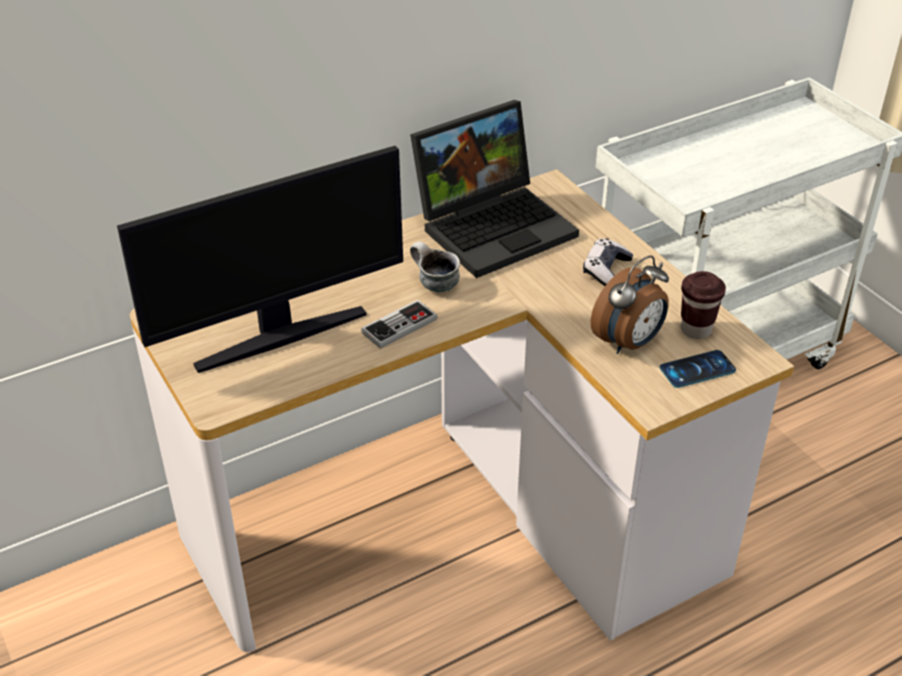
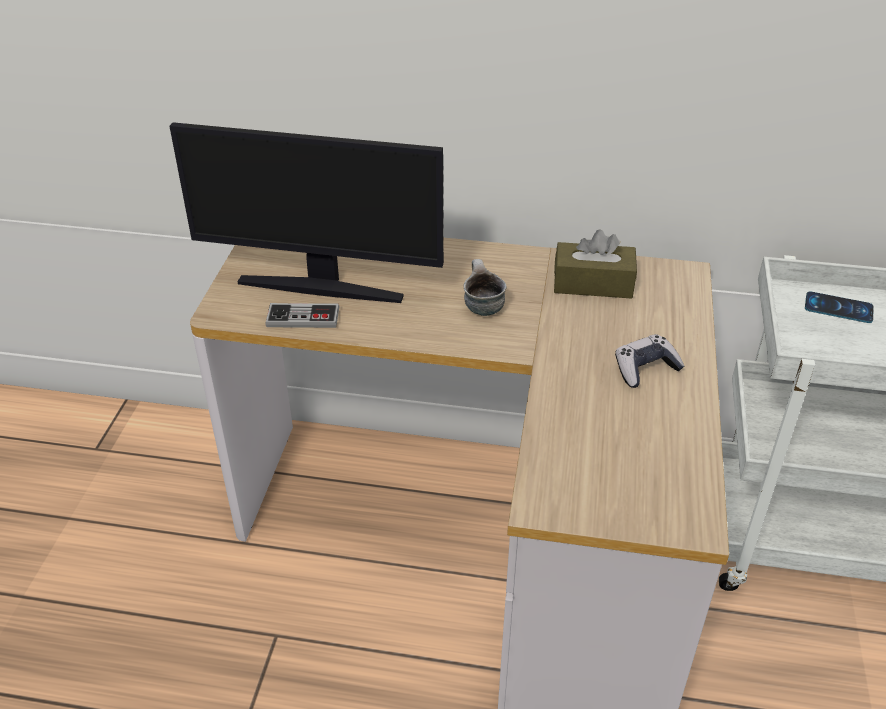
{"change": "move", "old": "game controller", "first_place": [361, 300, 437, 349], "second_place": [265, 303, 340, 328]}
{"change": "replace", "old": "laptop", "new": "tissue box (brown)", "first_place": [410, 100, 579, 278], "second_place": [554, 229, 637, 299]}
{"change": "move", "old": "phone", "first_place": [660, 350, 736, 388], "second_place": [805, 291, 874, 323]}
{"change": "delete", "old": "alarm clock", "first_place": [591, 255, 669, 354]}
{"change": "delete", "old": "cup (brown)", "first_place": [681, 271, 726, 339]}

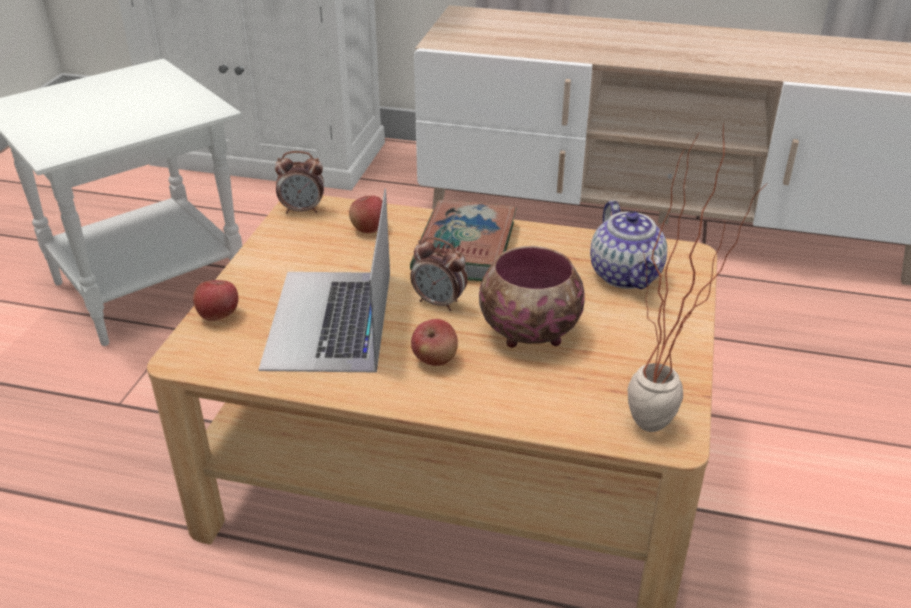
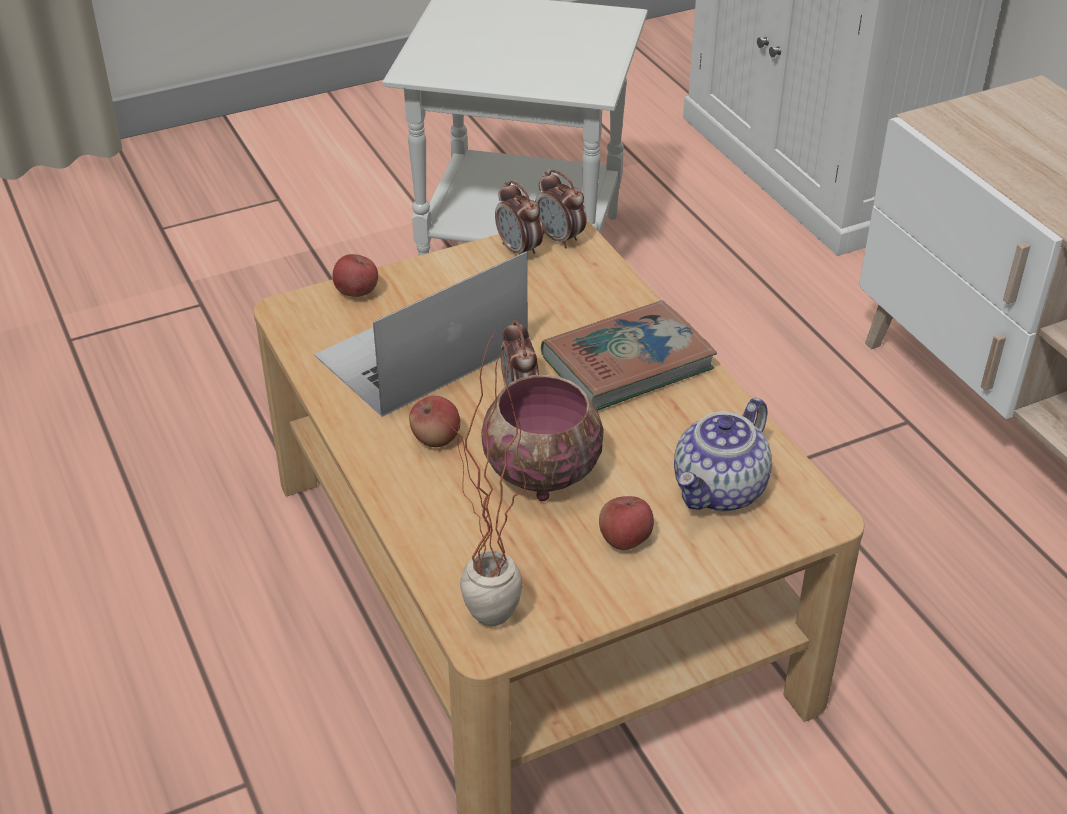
{"change": "insert", "new": "alarm clock", "second_place": [495, 180, 543, 254]}
{"change": "move", "old": "apple", "first_place": [349, 196, 382, 233], "second_place": [599, 496, 654, 550]}

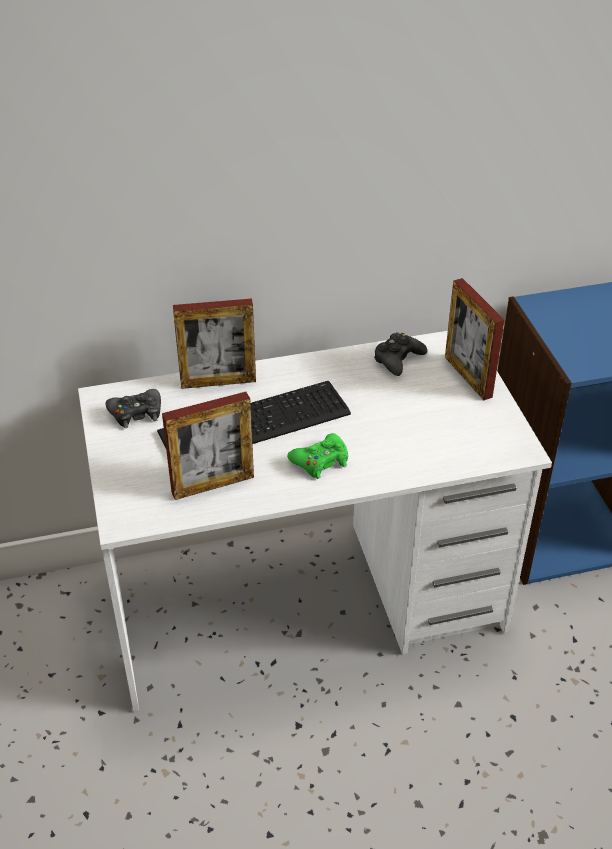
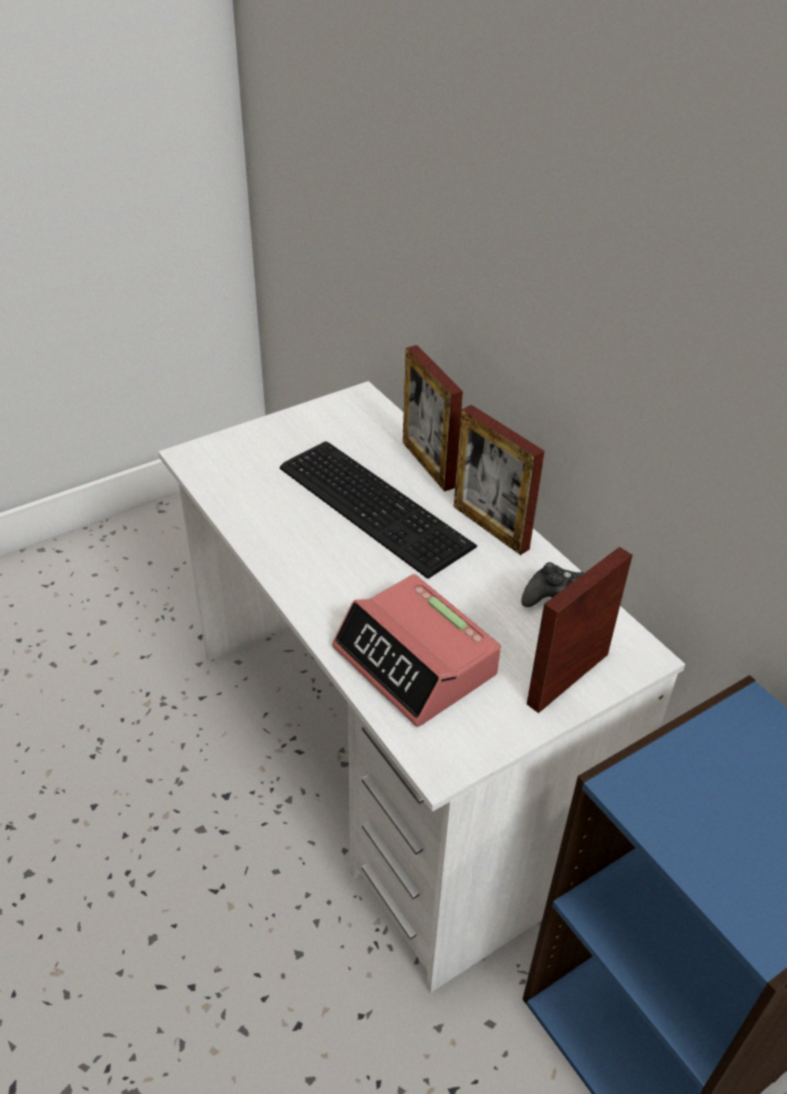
{"change": "insert", "new": "alarm clock", "second_place": [332, 574, 501, 727]}
{"change": "move", "old": "picture frame", "first_place": [162, 392, 254, 500], "second_place": [454, 405, 545, 555]}
{"change": "delete", "old": "game controller (black)", "first_place": [106, 389, 161, 428]}
{"change": "delete", "old": "game controller (green)", "first_place": [287, 433, 348, 479]}

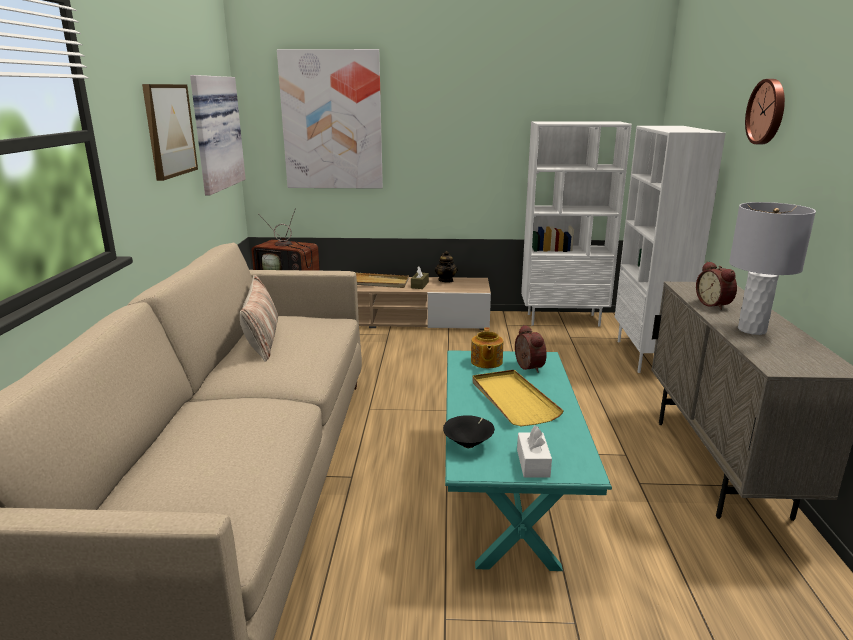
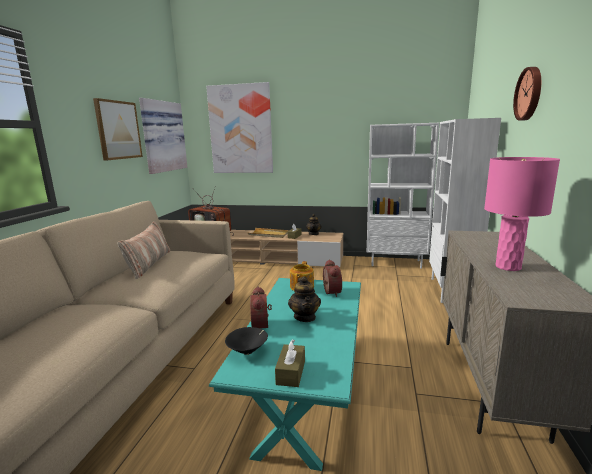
{"change": "move", "old": "alarm clock", "first_place": [696, 261, 737, 310], "second_place": [250, 286, 272, 329]}
{"change": "recolor", "old": "tissue box (white)", "new": "tissue box (brown)", "first_place": [517, 426, 552, 478], "second_place": [275, 339, 305, 387]}
{"change": "replace", "old": "tray (yellow)", "new": "teapot", "first_place": [472, 370, 564, 426], "second_place": [288, 276, 321, 322]}
{"change": "recolor", "old": "table lamp (grey)", "new": "table lamp (pink)", "first_place": [729, 202, 816, 335], "second_place": [484, 157, 560, 271]}

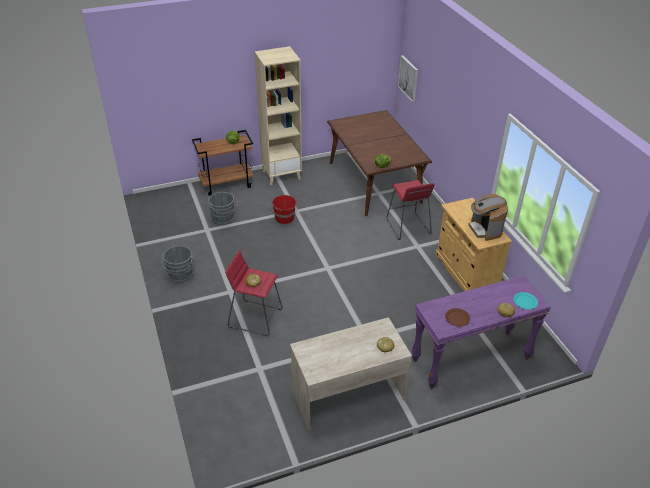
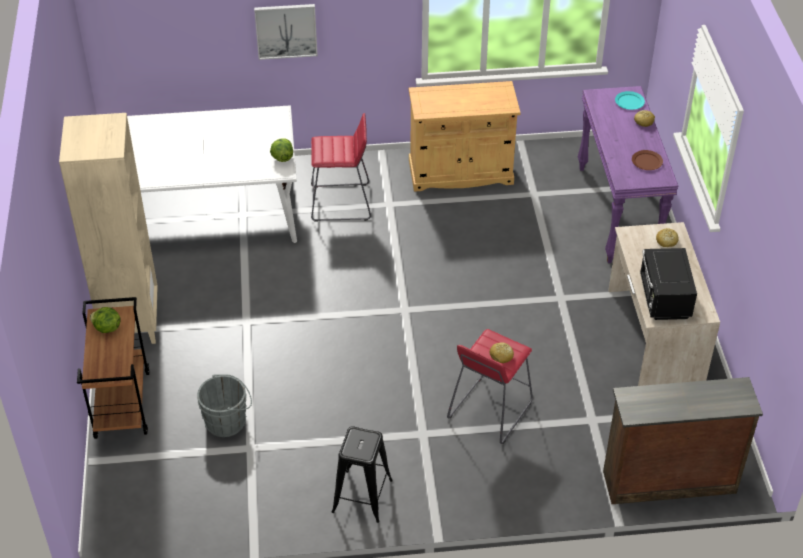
{"change": "recolor", "old": "dining table (brown)", "new": "dining table (white)", "first_place": [327, 110, 432, 216], "second_place": [127, 105, 297, 243]}
{"change": "move", "old": "picture", "first_place": [398, 55, 418, 102], "second_place": [254, 4, 318, 60]}
{"change": "replace", "old": "bucket (grey)", "new": "stool (black)", "first_place": [161, 246, 193, 282], "second_place": [332, 426, 393, 523]}
{"change": "insert", "new": "dresser (brown)", "second_place": [603, 377, 763, 504]}
{"change": "insert", "new": "microwave (black)", "second_place": [640, 248, 697, 320]}
{"change": "delete", "old": "bucket (red)", "first_place": [272, 195, 297, 224]}
{"change": "delete", "old": "coffee machine", "first_place": [468, 194, 508, 241]}

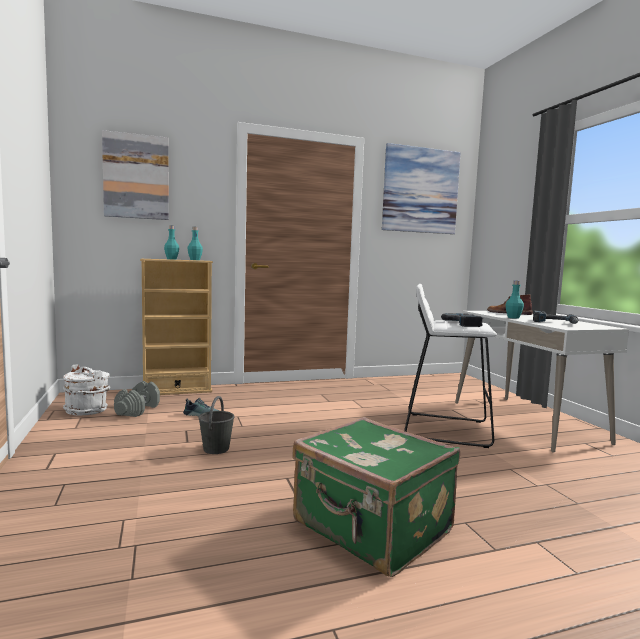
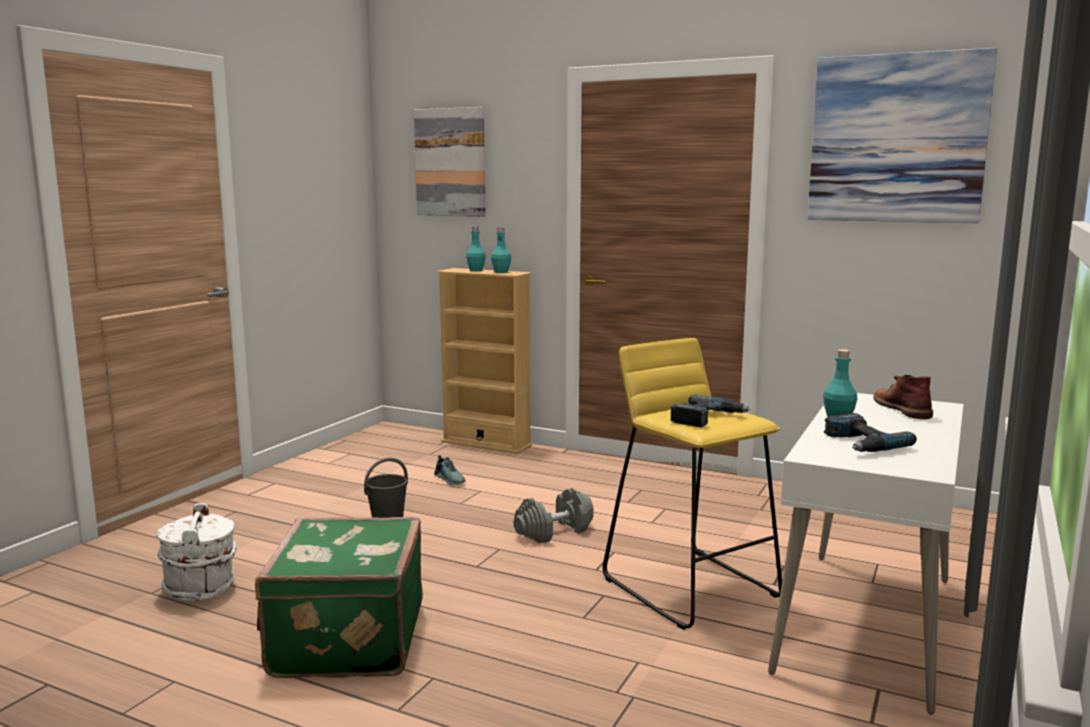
{"change": "move", "old": "bucket (white)", "first_place": [63, 364, 110, 415], "second_place": [156, 503, 237, 602]}
{"change": "move", "old": "dumbbell (grey)", "first_place": [114, 381, 160, 417], "second_place": [514, 488, 594, 543]}
{"change": "recolor", "old": "stool (white)", "new": "stool (yellow)", "first_place": [404, 284, 497, 448], "second_place": [603, 338, 782, 630]}

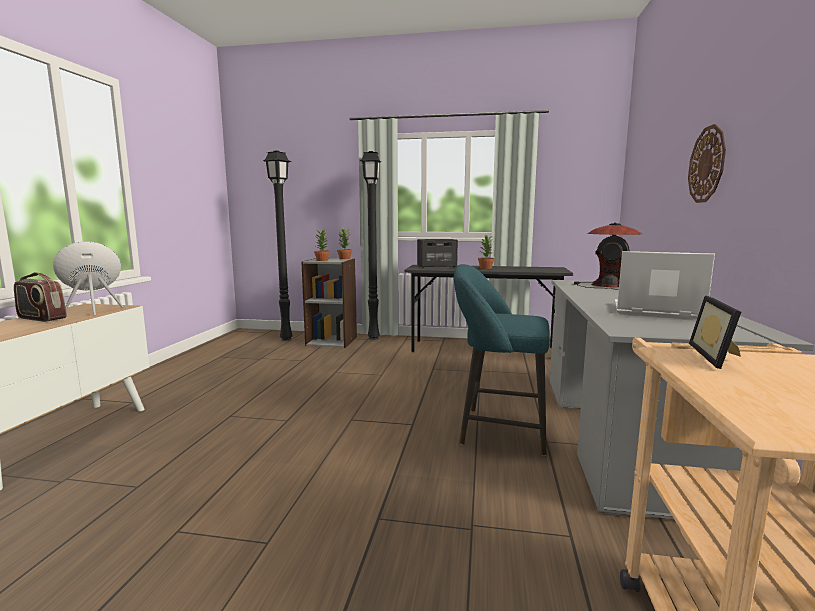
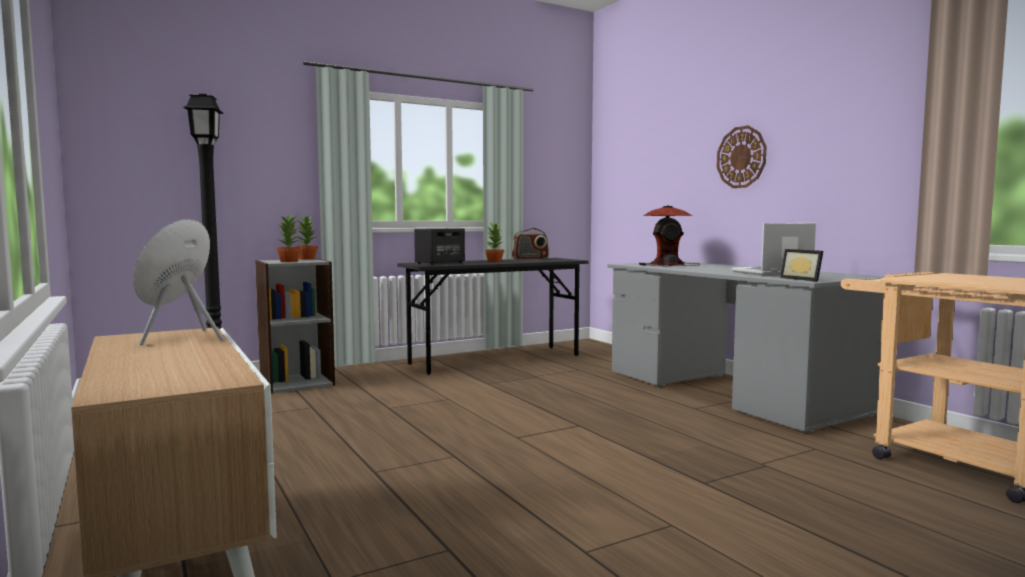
{"change": "move", "old": "radio", "first_place": [14, 272, 67, 322], "second_place": [512, 228, 549, 260]}
{"change": "move", "old": "picture frame", "first_place": [689, 296, 741, 369], "second_place": [780, 249, 823, 282]}
{"change": "delete", "old": "floor lamp (black)", "first_place": [360, 151, 381, 340]}
{"change": "delete", "old": "stool (turquoise)", "first_place": [454, 264, 550, 456]}

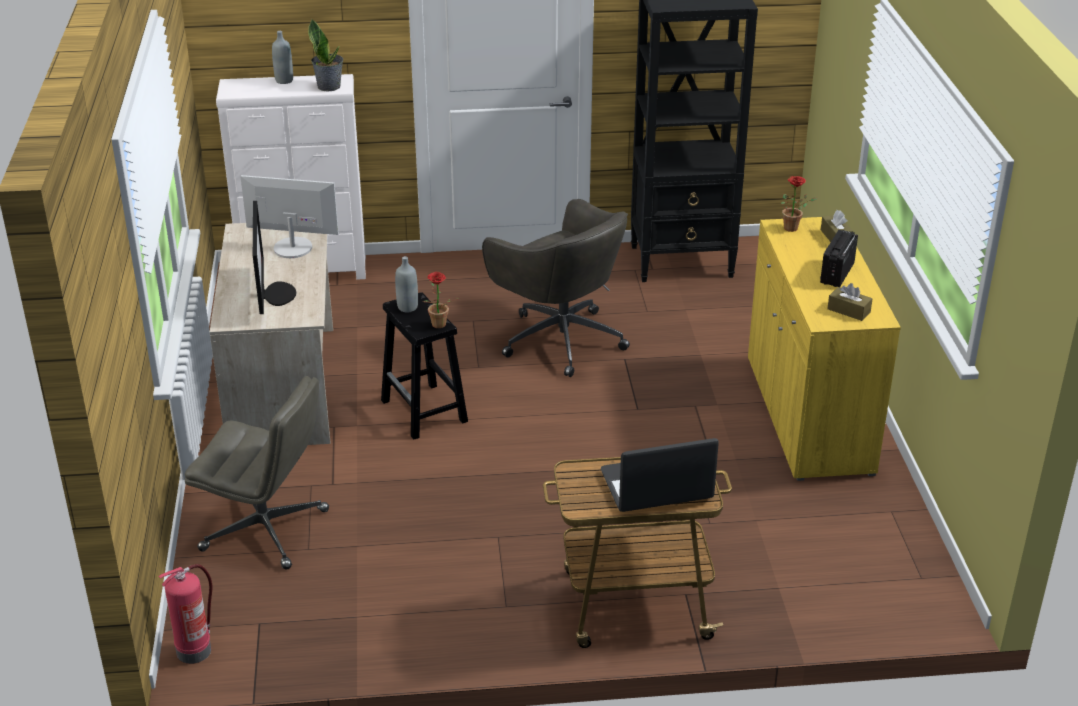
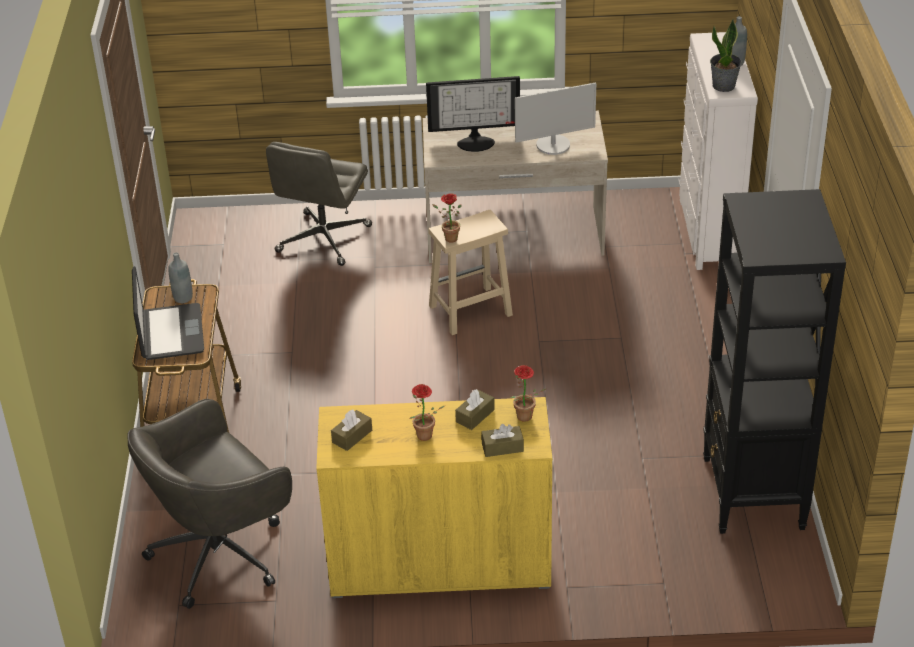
{"change": "move", "old": "office chair (grey)", "first_place": [482, 199, 630, 377], "second_place": [127, 399, 292, 609]}
{"change": "move", "old": "bottle (grey)", "first_place": [395, 256, 418, 312], "second_place": [168, 252, 193, 303]}
{"change": "replace", "old": "radio", "new": "potted plant", "first_place": [820, 230, 858, 287], "second_place": [409, 384, 446, 441]}
{"change": "recolor", "old": "stool (black)", "new": "stool (beige)", "first_place": [381, 292, 468, 440], "second_place": [428, 210, 513, 335]}
{"change": "insert", "new": "tissue box (brown)", "second_place": [455, 389, 495, 430]}
{"change": "rotate", "old": "monitor", "first_place": [240, 175, 339, 258], "second_place": [515, 82, 596, 155], "degrees": 60}
{"change": "delete", "old": "fire extinguisher", "first_place": [158, 564, 212, 664]}

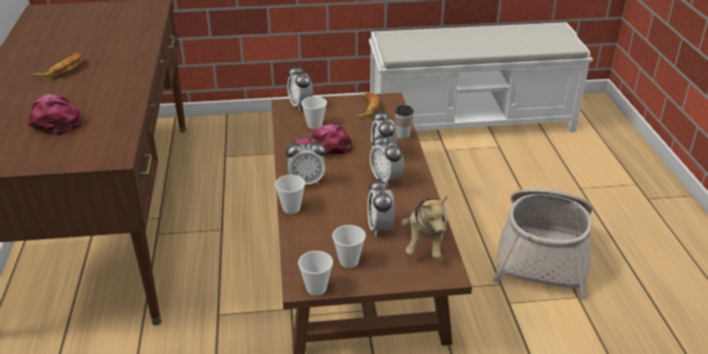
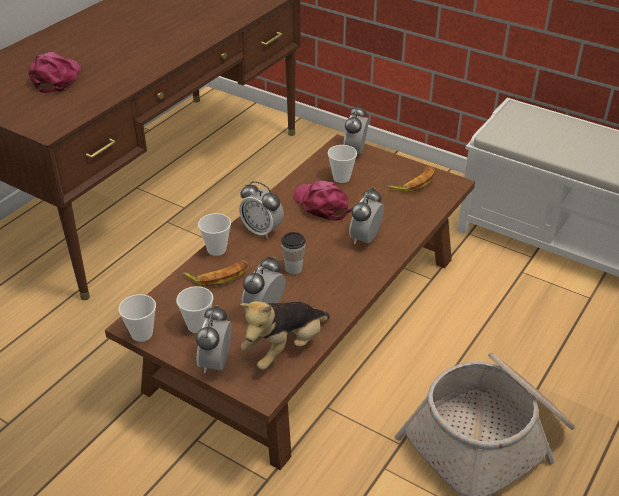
{"change": "move", "old": "banana", "first_place": [32, 53, 82, 77], "second_place": [183, 260, 248, 286]}
{"change": "move", "old": "alarm clock", "first_place": [370, 133, 405, 187], "second_place": [196, 305, 232, 373]}
{"change": "move", "old": "cup", "first_place": [395, 105, 414, 139], "second_place": [281, 232, 306, 275]}

